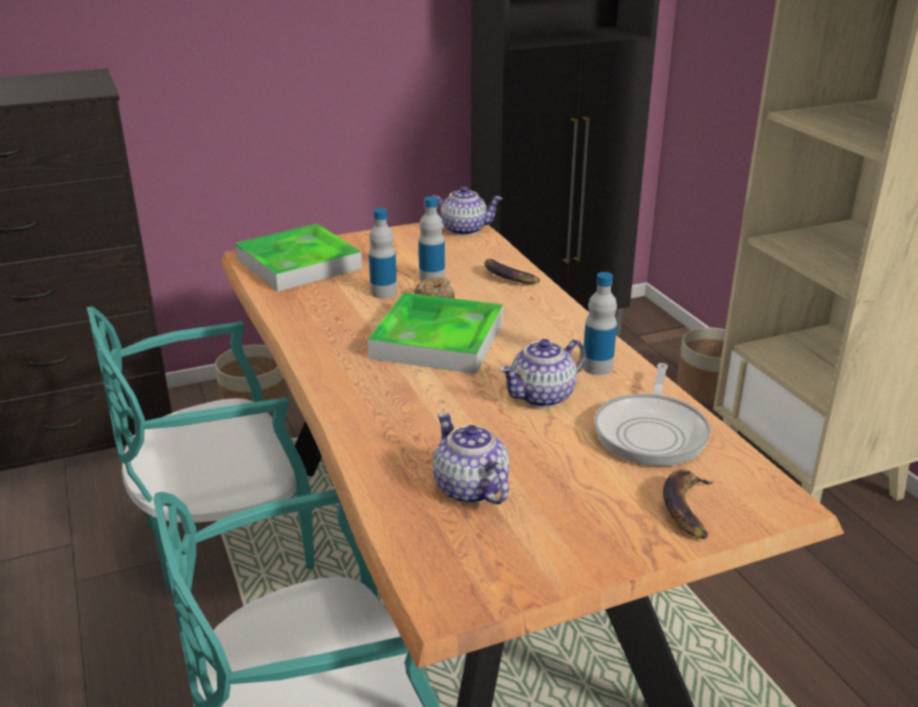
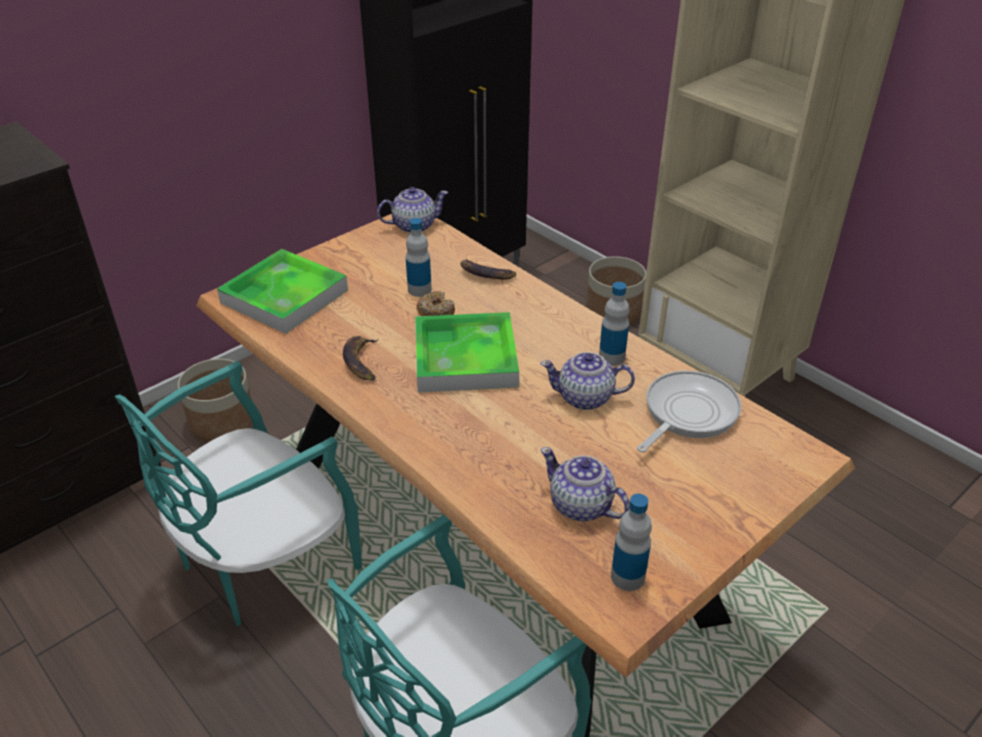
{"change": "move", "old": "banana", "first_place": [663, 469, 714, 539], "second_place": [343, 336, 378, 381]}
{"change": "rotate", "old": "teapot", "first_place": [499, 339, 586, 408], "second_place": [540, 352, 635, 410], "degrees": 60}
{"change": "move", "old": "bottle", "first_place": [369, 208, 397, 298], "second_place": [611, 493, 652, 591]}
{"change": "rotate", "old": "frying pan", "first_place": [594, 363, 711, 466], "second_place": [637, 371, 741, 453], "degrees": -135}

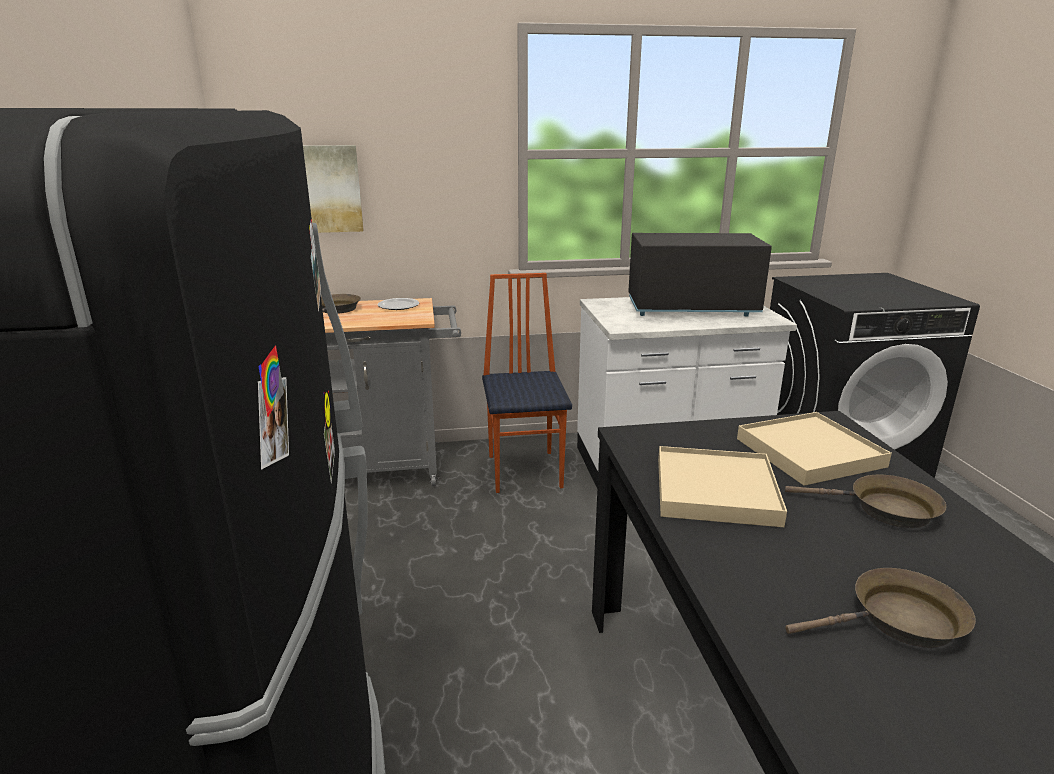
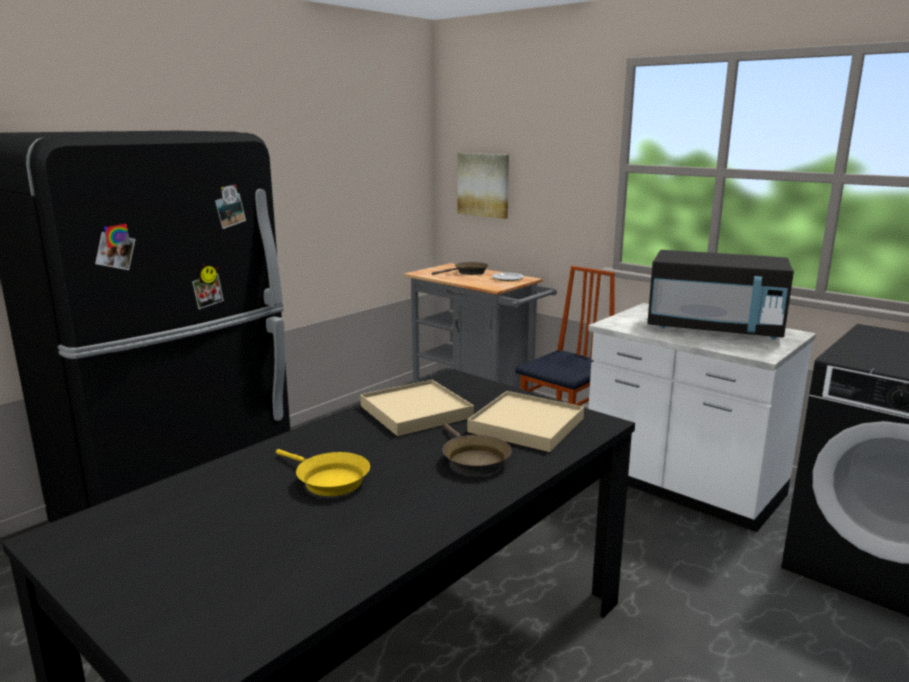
{"change": "recolor", "old": "frying pan (brown)", "new": "frying pan (yellow)", "first_place": [785, 568, 976, 648], "second_place": [276, 449, 370, 496]}
{"change": "rotate", "old": "microwave (black)", "first_place": [628, 233, 772, 317], "second_place": [647, 250, 794, 340], "degrees": 150}

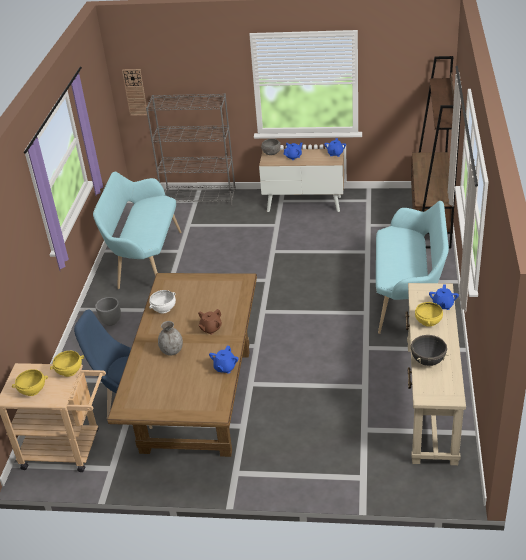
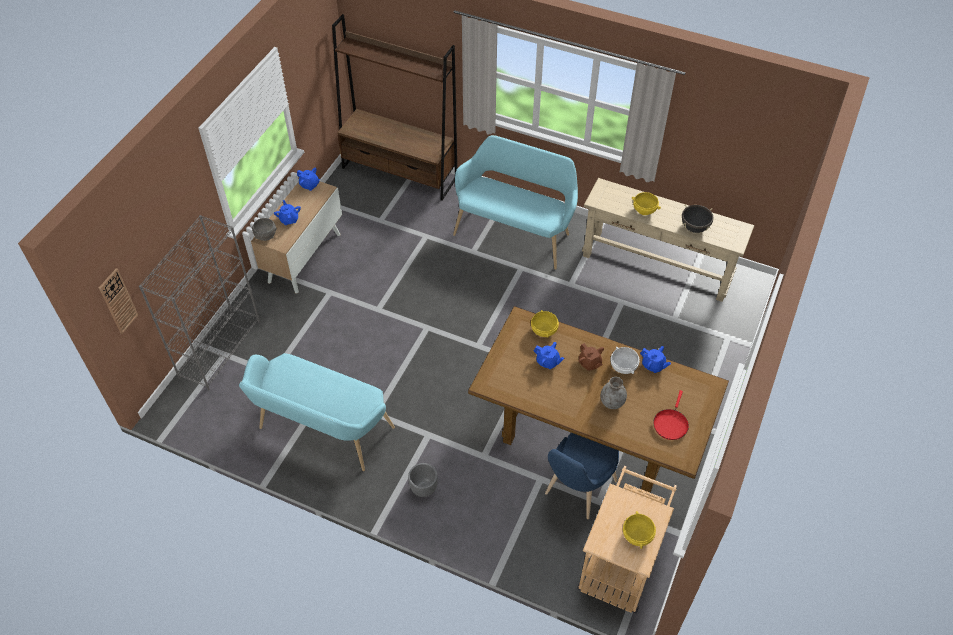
{"change": "move", "old": "bowl (yellow)", "first_place": [50, 351, 84, 377], "second_place": [531, 310, 559, 338]}
{"change": "move", "old": "teapot (blue)", "first_place": [429, 284, 459, 310], "second_place": [534, 342, 564, 369]}
{"change": "move", "old": "bowl (white)", "first_place": [149, 290, 176, 313], "second_place": [611, 347, 640, 374]}
{"change": "insert", "new": "frying pan (red)", "second_place": [653, 390, 689, 440]}

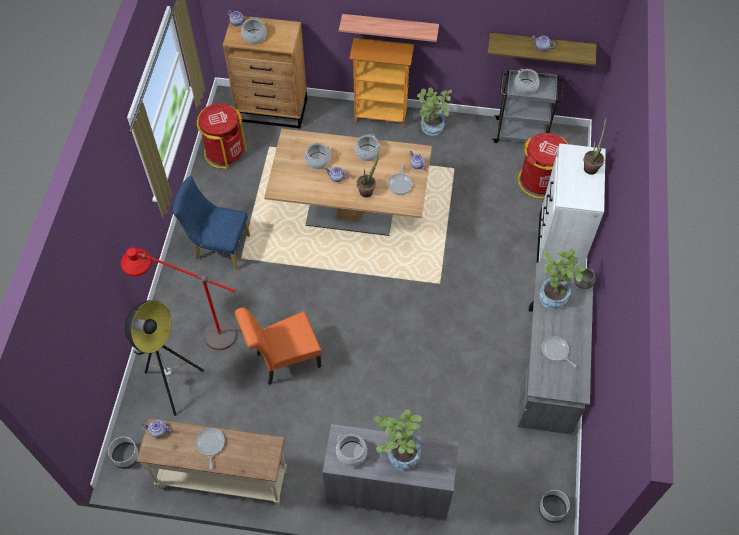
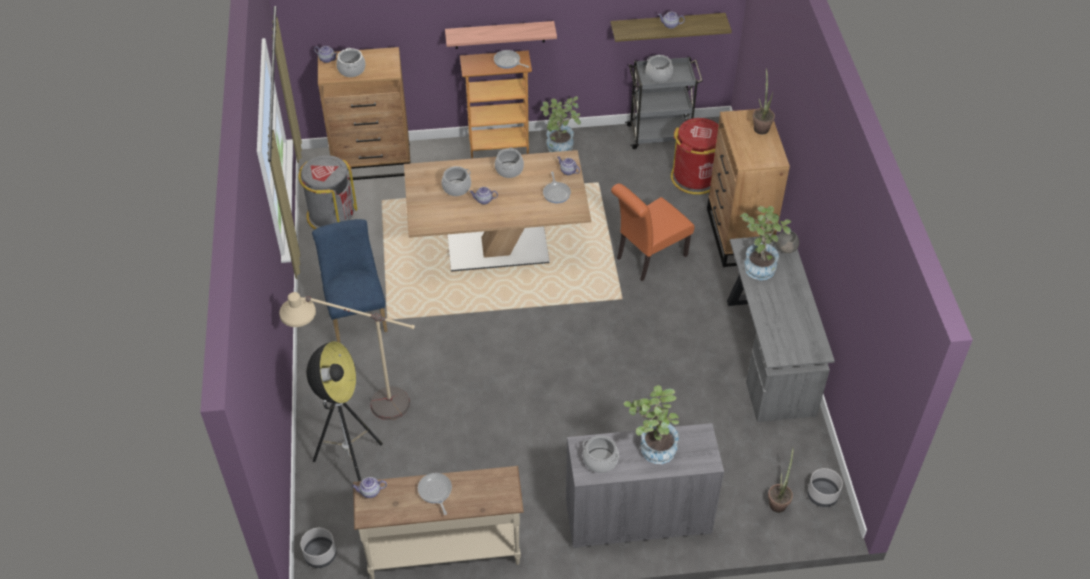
{"change": "recolor", "old": "floor lamp (red)", "new": "floor lamp (beige)", "first_place": [121, 247, 237, 350], "second_place": [279, 292, 415, 420]}
{"change": "recolor", "old": "trash can (red)", "new": "trash can (grey)", "first_place": [197, 103, 247, 169], "second_place": [298, 155, 357, 229]}
{"change": "rotate", "old": "chair (blue)", "first_place": [173, 176, 250, 270], "second_place": [312, 219, 388, 342], "degrees": 75}
{"change": "move", "old": "frying pan", "first_place": [542, 336, 576, 367], "second_place": [494, 50, 529, 69]}
{"change": "move", "old": "chair (orange)", "first_place": [235, 307, 322, 385], "second_place": [611, 183, 695, 281]}
{"change": "recolor", "old": "dresser (white)", "new": "dresser (brown)", "first_place": [537, 143, 606, 267], "second_place": [707, 108, 790, 267]}
{"change": "move", "old": "potted plant", "first_place": [357, 146, 380, 197], "second_place": [768, 448, 793, 513]}

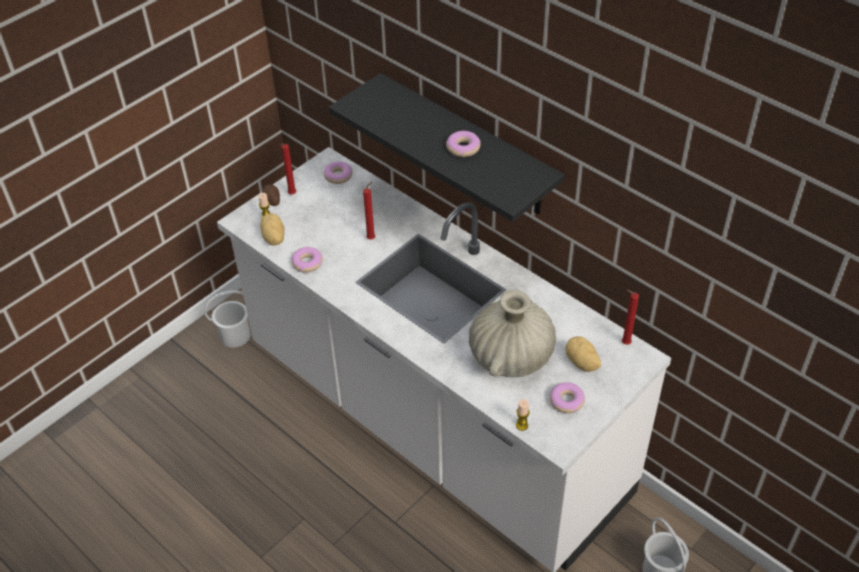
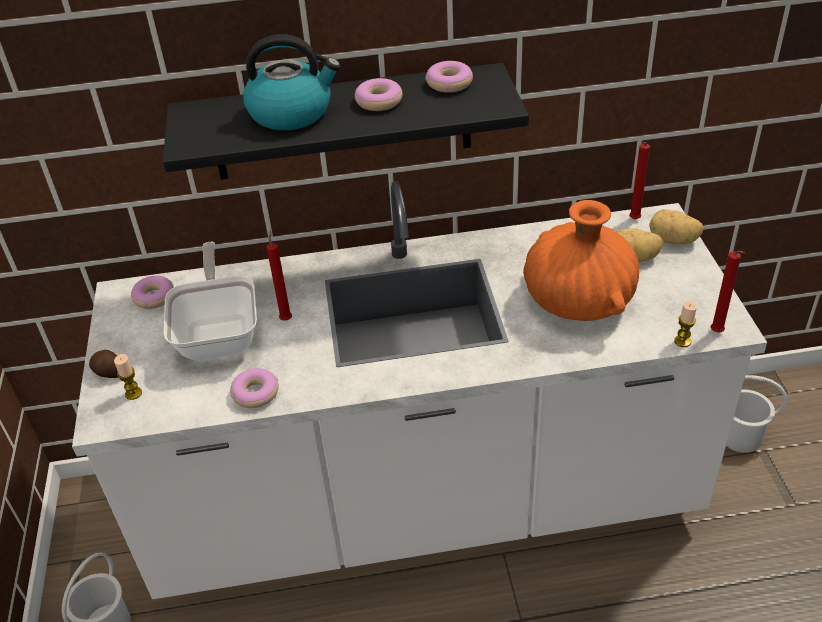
{"change": "insert", "new": "frying pan", "second_place": [164, 242, 257, 360]}
{"change": "insert", "new": "kettle", "second_place": [243, 34, 341, 130]}
{"change": "move", "old": "donut", "first_place": [550, 382, 585, 413], "second_place": [425, 61, 473, 93]}
{"change": "recolor", "old": "vase (beige)", "new": "vase (orange)", "first_place": [469, 290, 556, 377], "second_place": [523, 200, 639, 321]}
{"change": "move", "old": "potato", "first_place": [260, 213, 285, 246], "second_place": [649, 209, 703, 244]}
{"change": "move", "old": "candle (red)", "first_place": [279, 144, 296, 194], "second_place": [711, 251, 745, 332]}

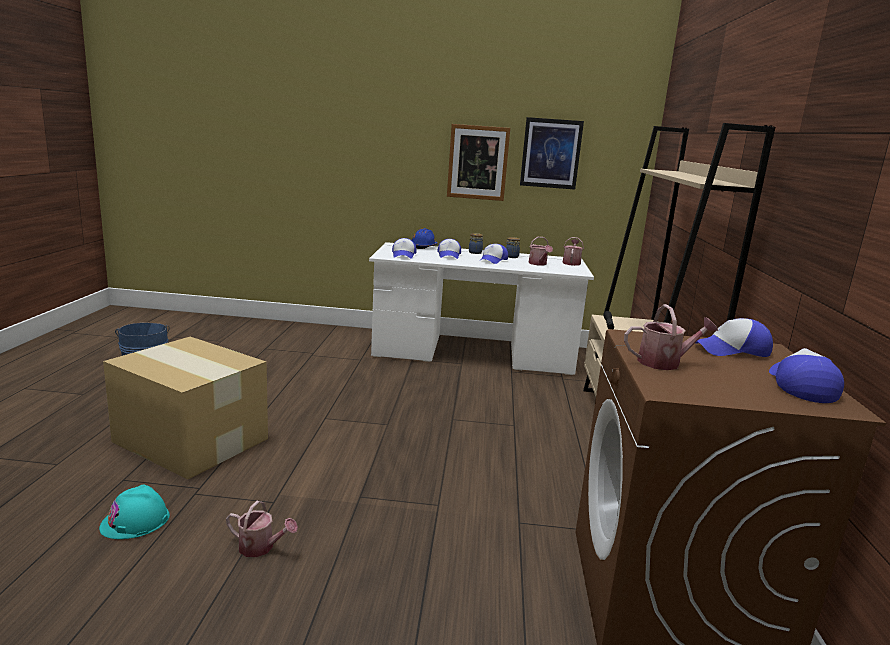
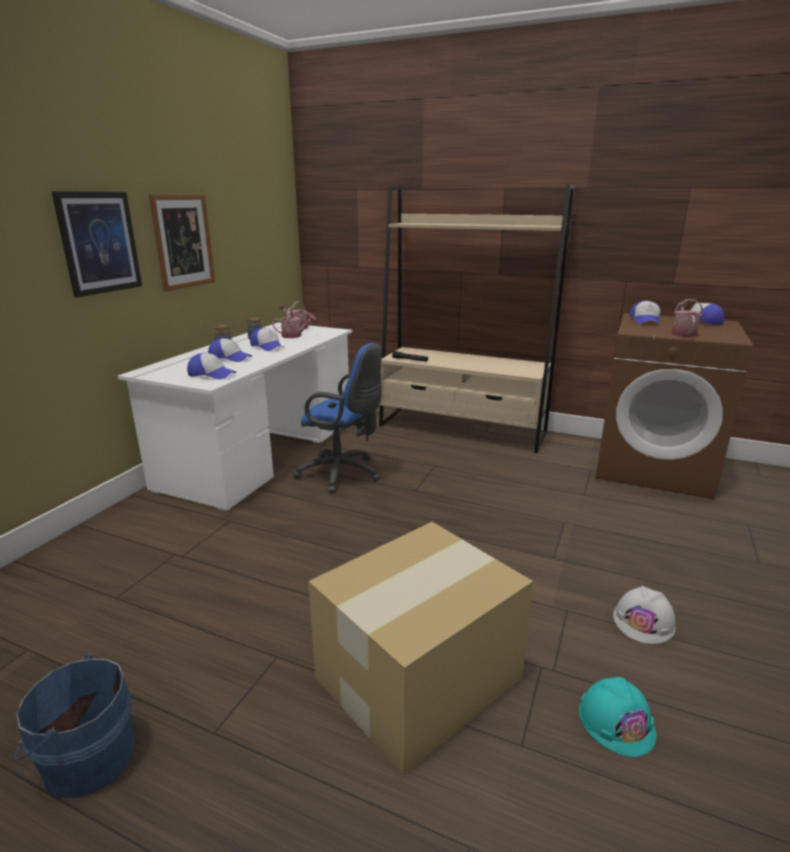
{"change": "move", "old": "picture", "first_place": [520, 117, 584, 189], "second_place": [52, 191, 142, 297]}
{"change": "insert", "new": "office chair (blue)", "second_place": [293, 343, 382, 494]}
{"change": "replace", "old": "watering can", "new": "hard hat (white)", "first_place": [226, 501, 298, 557], "second_place": [613, 586, 676, 644]}
{"change": "delete", "old": "hard hat (blue)", "first_place": [412, 228, 438, 249]}

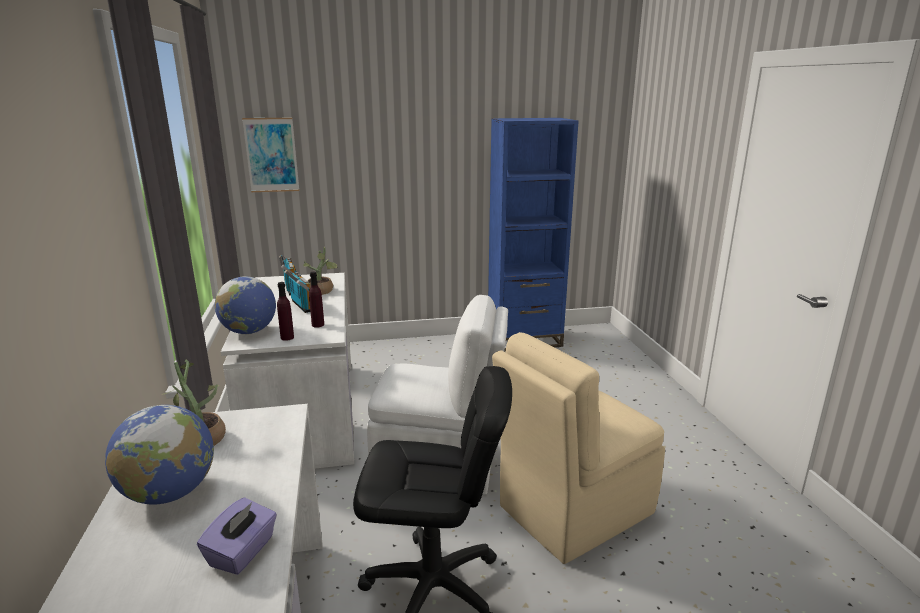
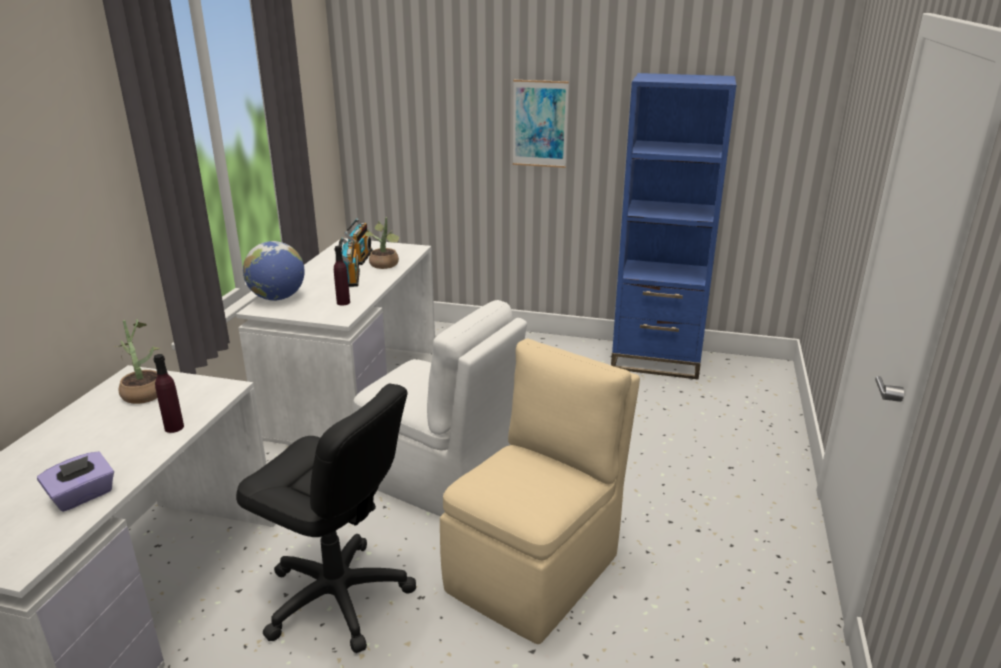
{"change": "move", "old": "bottle (purple)", "first_place": [277, 282, 294, 341], "second_place": [154, 354, 184, 433]}
{"change": "rotate", "old": "chair (beige)", "first_place": [492, 332, 665, 564], "second_place": [440, 339, 640, 644], "degrees": 135}
{"change": "move", "old": "picture", "first_place": [242, 118, 299, 192], "second_place": [513, 80, 569, 168]}
{"change": "delete", "old": "globe", "first_place": [105, 405, 214, 504]}

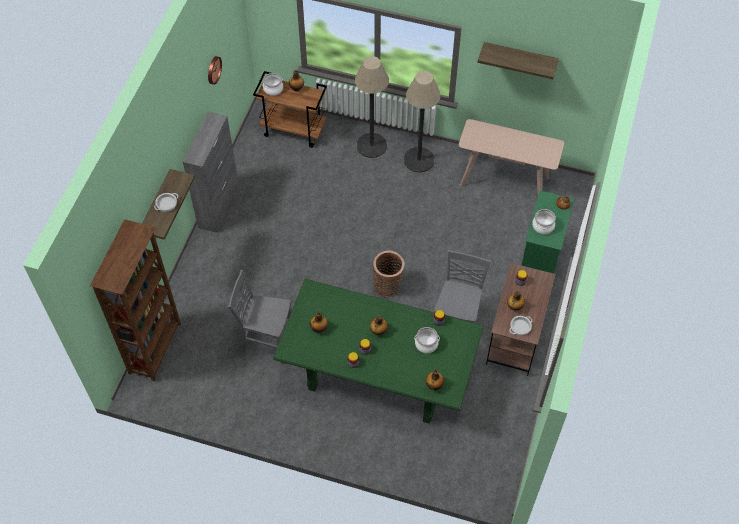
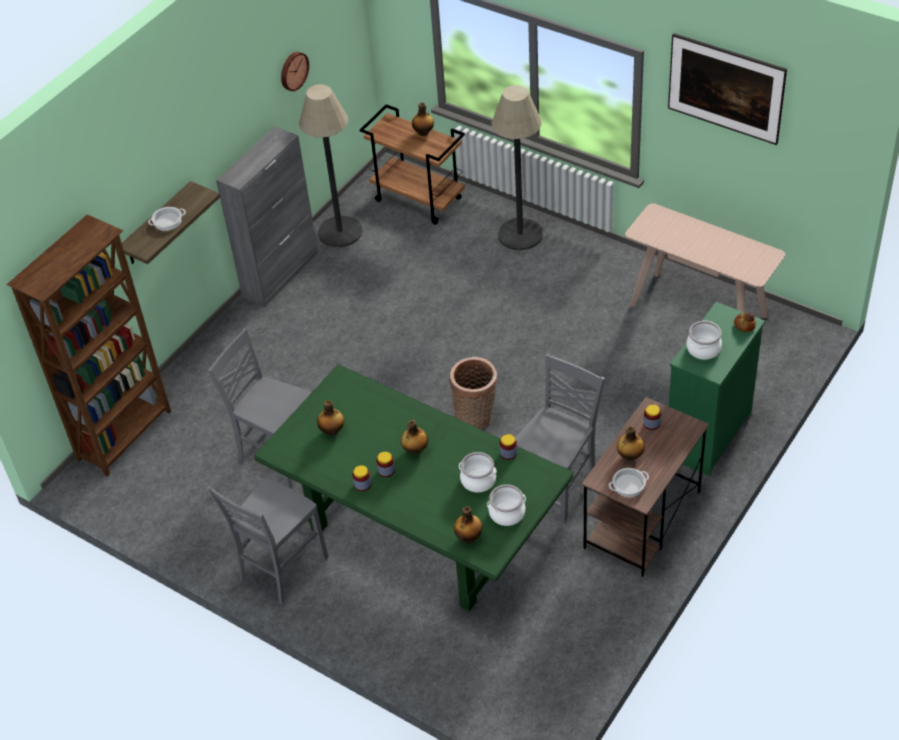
{"change": "insert", "new": "chair (grey)", "second_place": [207, 478, 328, 604]}
{"change": "move", "old": "floor lamp", "first_place": [404, 71, 441, 172], "second_place": [299, 84, 362, 247]}
{"change": "move", "old": "cooking pot", "first_place": [263, 73, 283, 96], "second_place": [487, 484, 526, 526]}
{"change": "replace", "old": "shelf", "new": "picture", "first_place": [478, 42, 559, 79], "second_place": [668, 33, 787, 145]}

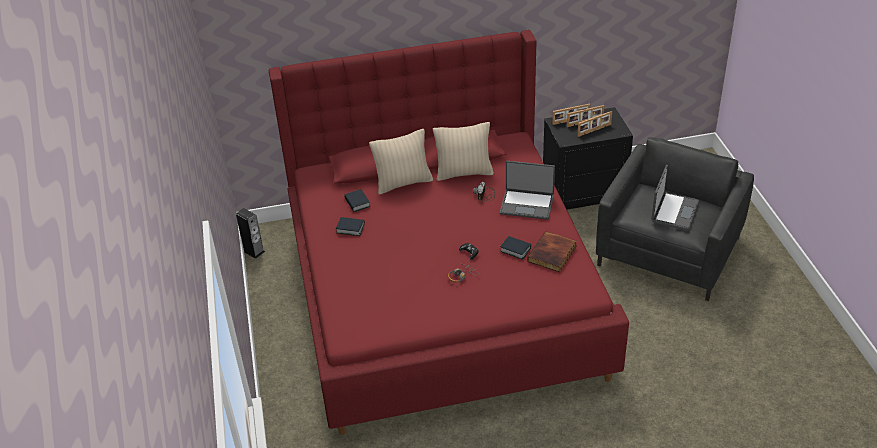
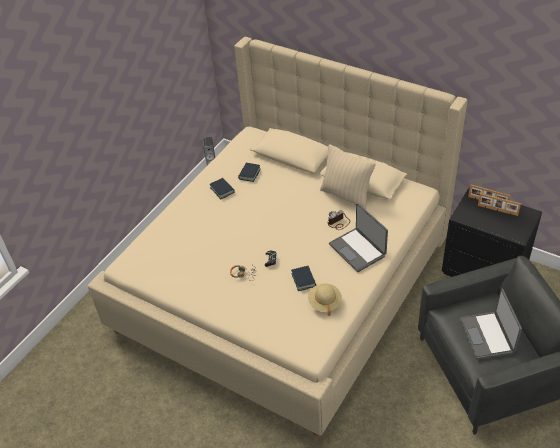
{"change": "recolor", "old": "bed (red)", "new": "bed (beige)", "first_place": [269, 30, 629, 435], "second_place": [88, 37, 467, 436]}
{"change": "replace", "old": "book", "new": "hat (beige)", "first_place": [527, 231, 577, 272], "second_place": [308, 283, 342, 316]}
{"change": "rotate", "old": "laptop", "first_place": [652, 165, 699, 230], "second_place": [460, 288, 522, 360], "degrees": 105}
{"change": "delete", "old": "pillow (beige)", "first_place": [369, 129, 433, 195]}
{"change": "delete", "old": "picture frame", "first_place": [577, 111, 612, 137]}

